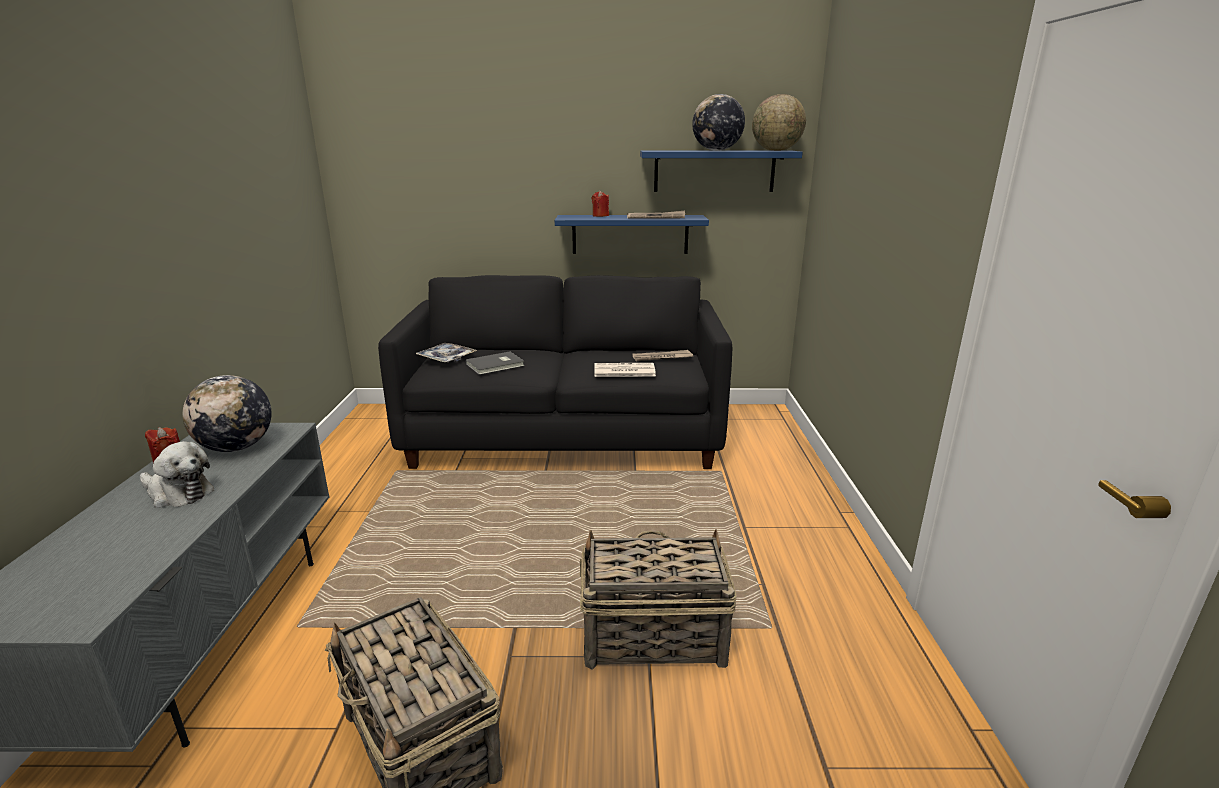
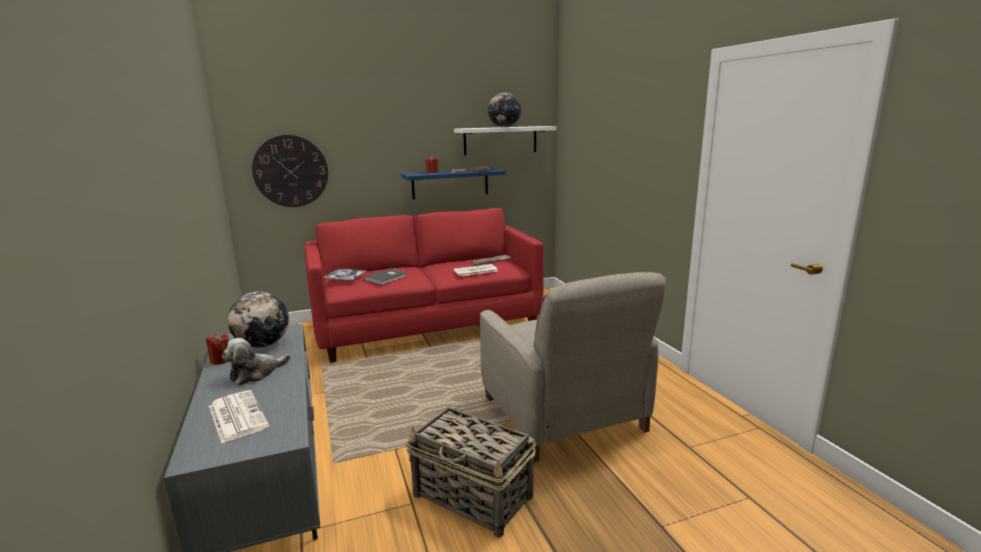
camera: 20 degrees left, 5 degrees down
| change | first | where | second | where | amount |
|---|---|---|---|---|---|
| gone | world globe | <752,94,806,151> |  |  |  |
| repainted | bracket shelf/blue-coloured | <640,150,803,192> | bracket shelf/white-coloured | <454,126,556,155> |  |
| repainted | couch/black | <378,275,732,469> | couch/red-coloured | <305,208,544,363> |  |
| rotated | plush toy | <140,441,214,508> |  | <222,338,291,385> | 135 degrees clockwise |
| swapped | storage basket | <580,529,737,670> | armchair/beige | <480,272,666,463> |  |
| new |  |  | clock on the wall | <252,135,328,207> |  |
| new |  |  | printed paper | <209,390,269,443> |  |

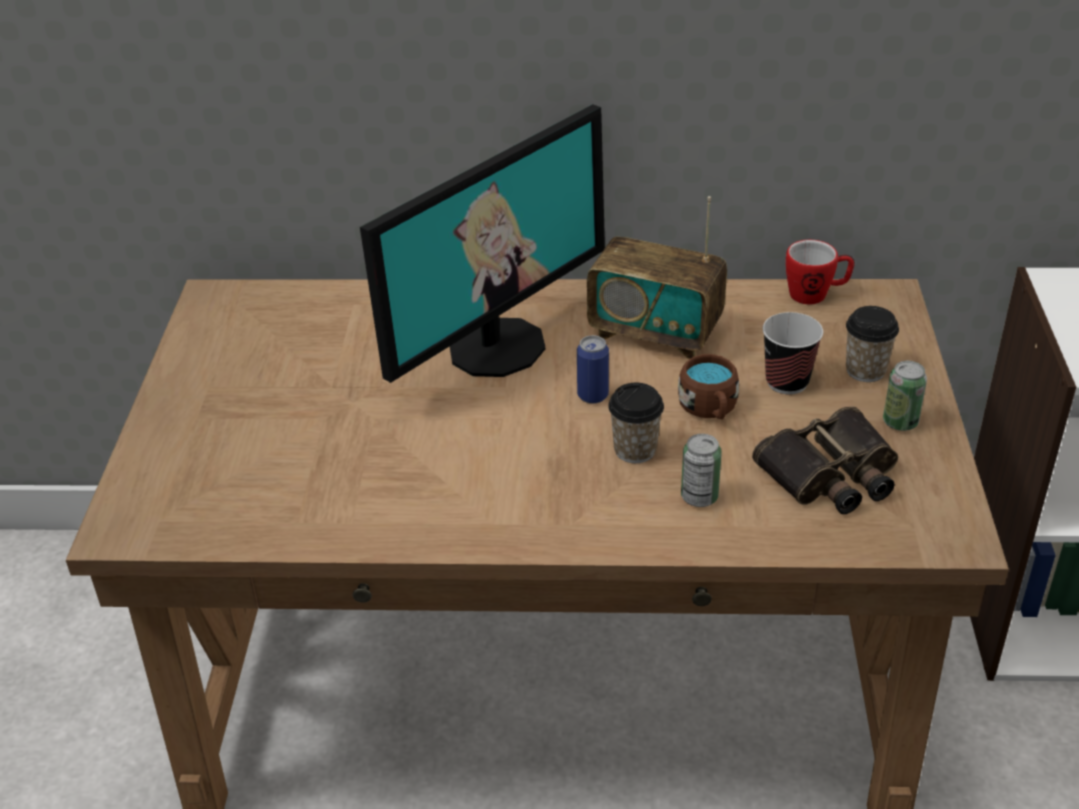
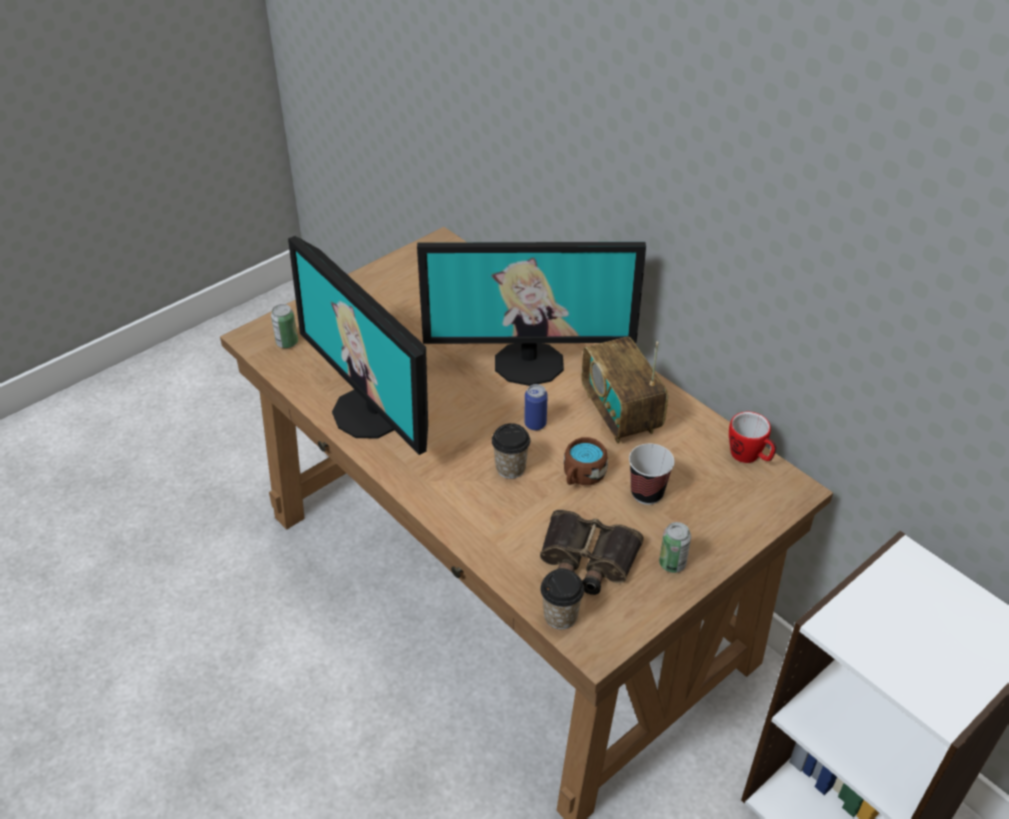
camera: 45 degrees right, 5 degrees up
| change | first | where | second | where | amount |
|---|---|---|---|---|---|
| shifted | small cup | <846,306,899,382> |  | <540,569,584,629> |  |
| shifted | metal can | <681,434,722,507> |  | <271,304,298,348> |  |
| new |  |  | computer display | <288,236,428,455> |  |

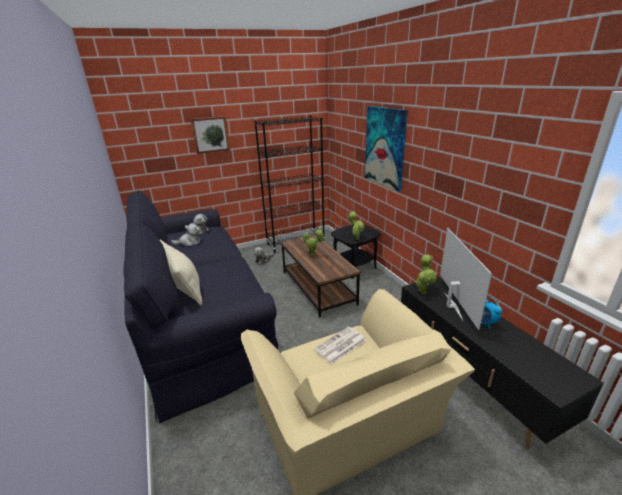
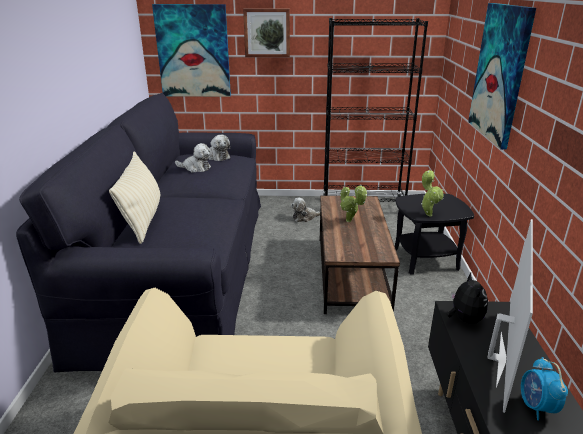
camera: 25 degrees right, 0 degrees up
| change | first | where | second | where | amount |
|---|---|---|---|---|---|
| swapped | plant in a pot | <415,254,437,294> | plush toy | <446,273,488,324> |  |
| gone | printed paper | <314,327,366,364> |  |  |  |
| new |  |  | wall picture | <152,4,231,97> |  |

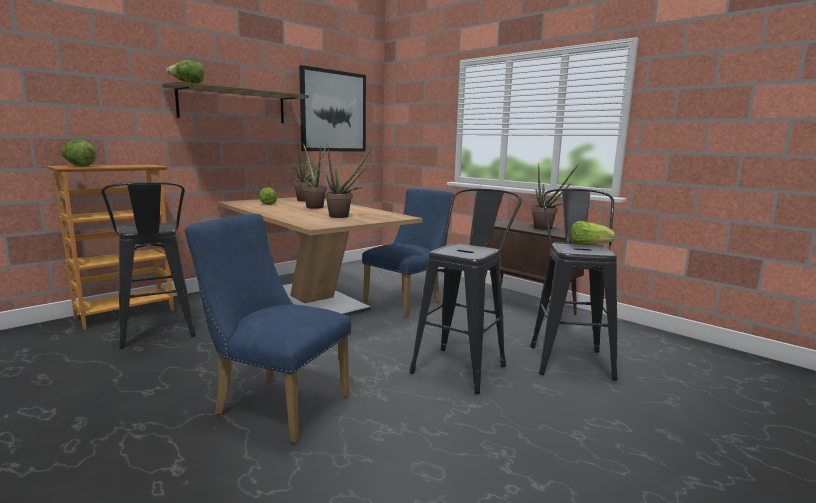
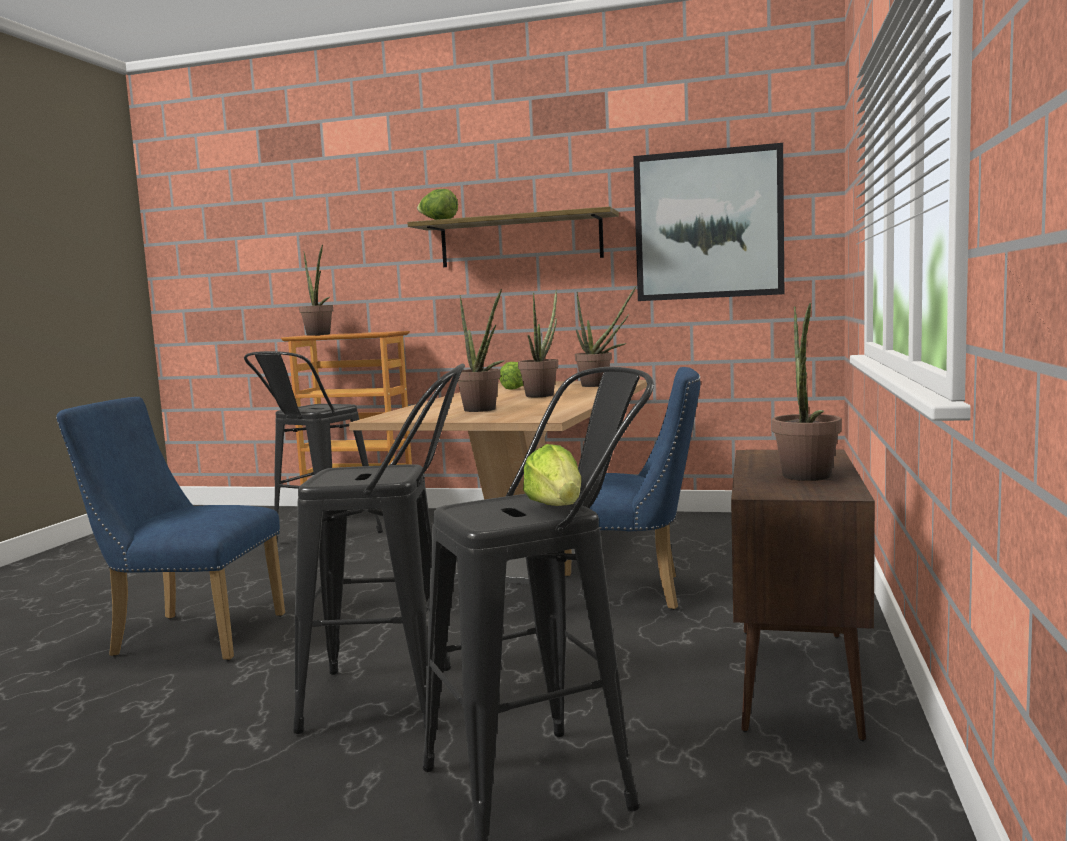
camera: 60 degrees right, 5 degrees down
| change | first | where | second | where | amount |
|---|---|---|---|---|---|
| swapped | head of lettuce | <61,140,96,167> | plant in a pot | <299,244,333,336> |  |
| rotated | upright chair/blue-coloured | <184,214,351,443> |  | <56,397,285,661> | 75 degrees counterclockwise |

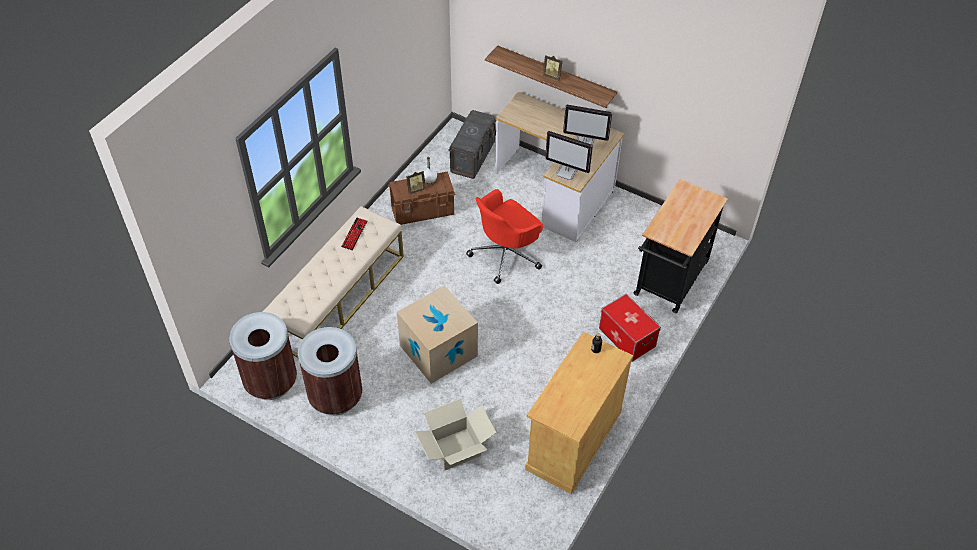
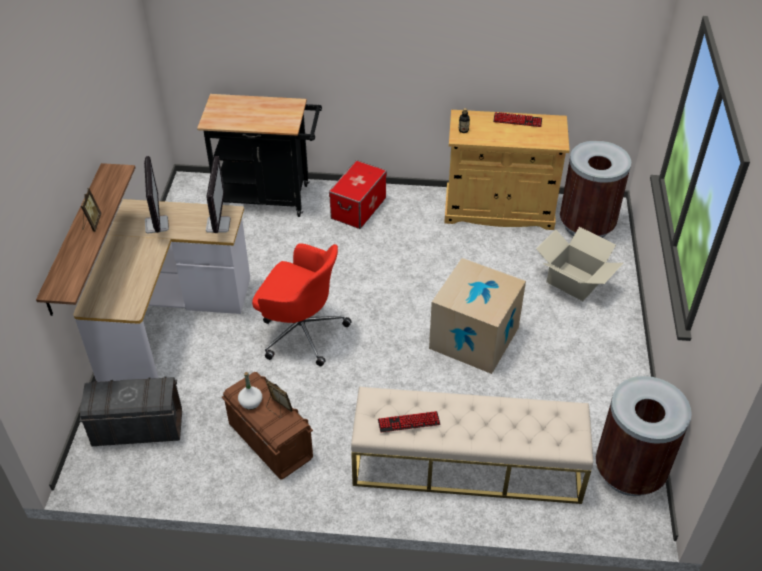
camera: 115 degrees left, 5 degrees down
| change | first | where | second | where | amount |
|---|---|---|---|---|---|
| shifted | rubbish bin/brown-coloured | <298,327,362,416> |  | <560,140,631,238> |  |
| new |  |  | computer keyboard | <493,112,542,127> |  |

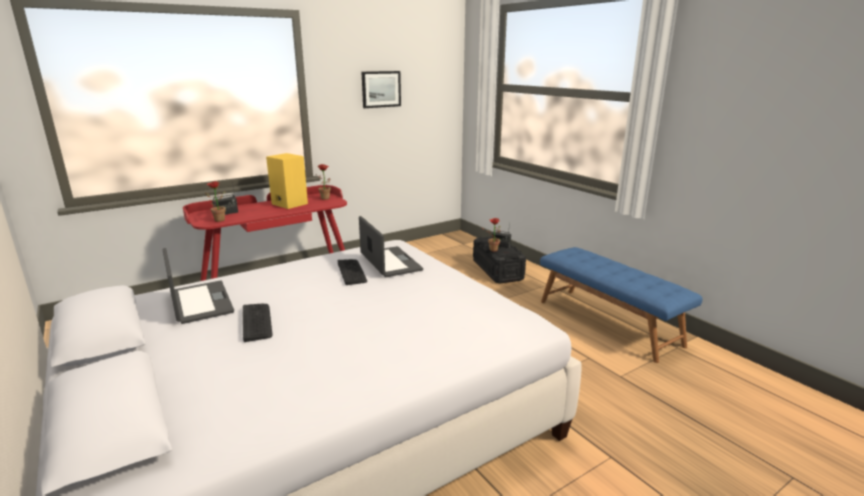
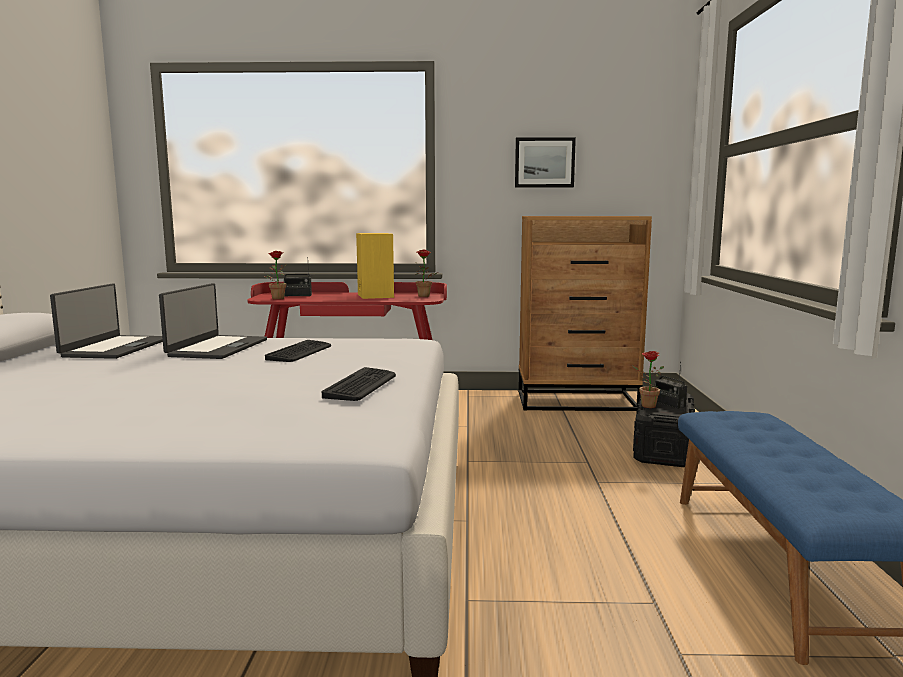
camera: 35 degrees right, 10 degrees down
| change | first | where | second | where | amount |
|---|---|---|---|---|---|
| shifted | portable computer | <359,216,423,277> |  | <159,283,267,359> |  |
| shifted | computer keyboard | <243,304,273,342> |  | <322,367,396,401> |  |
| new |  |  | chest of drawers/brown-coloured | <518,216,652,411> |  |

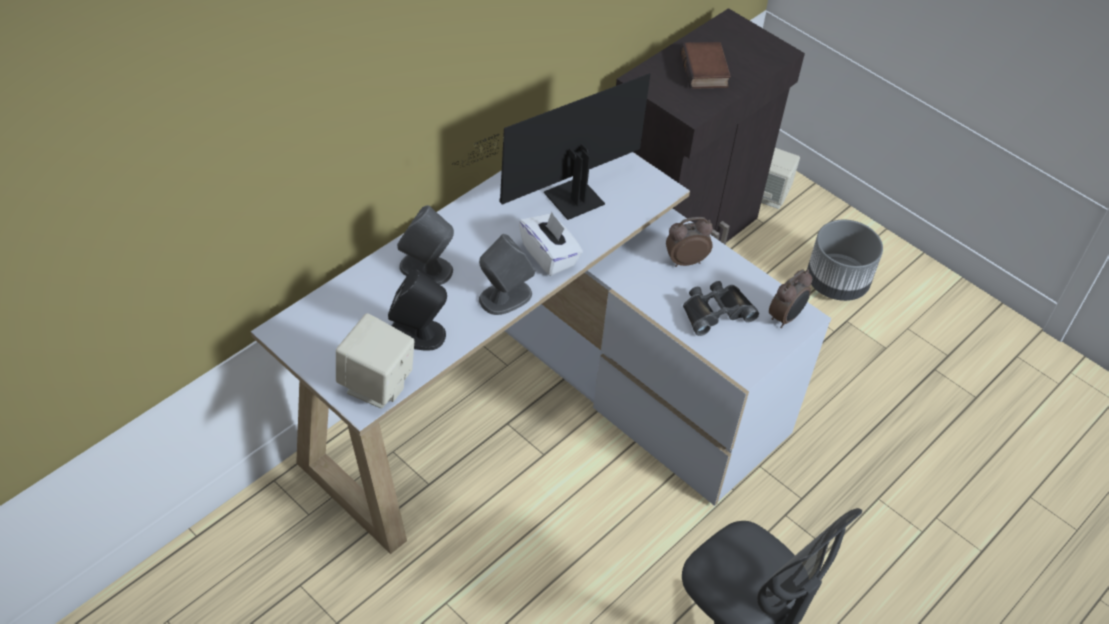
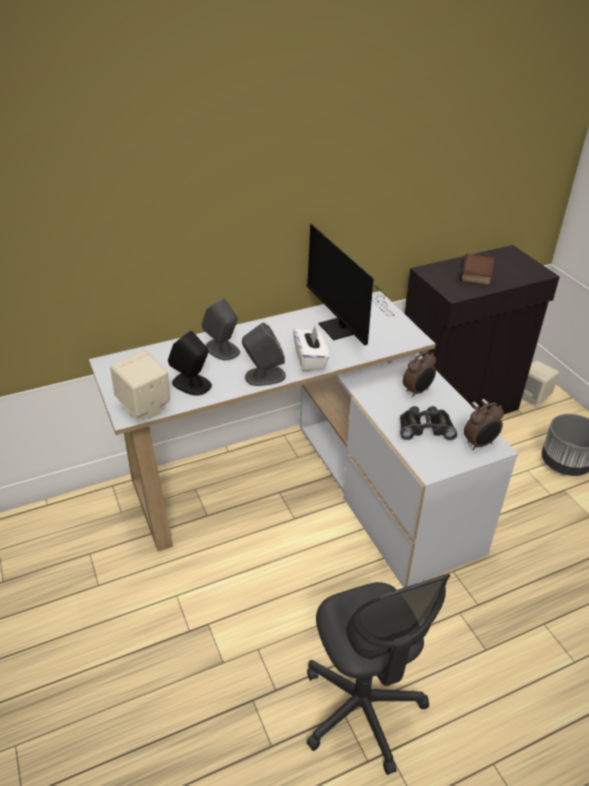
camera: 25 degrees right, 10 degrees down
| change | first | where | second | where | amount |
|---|---|---|---|---|---|
| rotated | computer display | <452,73,650,220> |  | <307,224,394,346> | 105 degrees counterclockwise |
| rotated | alarm clock | <666,217,713,267> |  | <403,351,436,397> | 135 degrees clockwise |

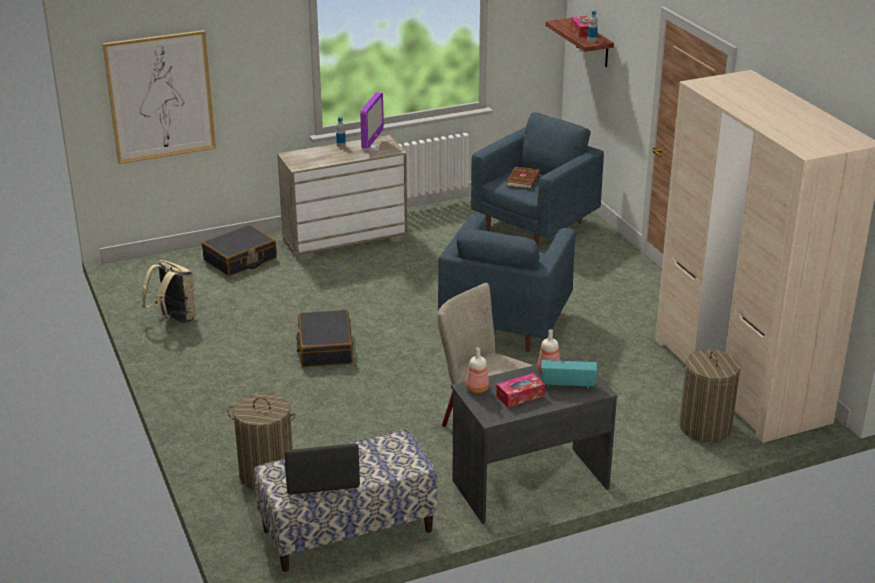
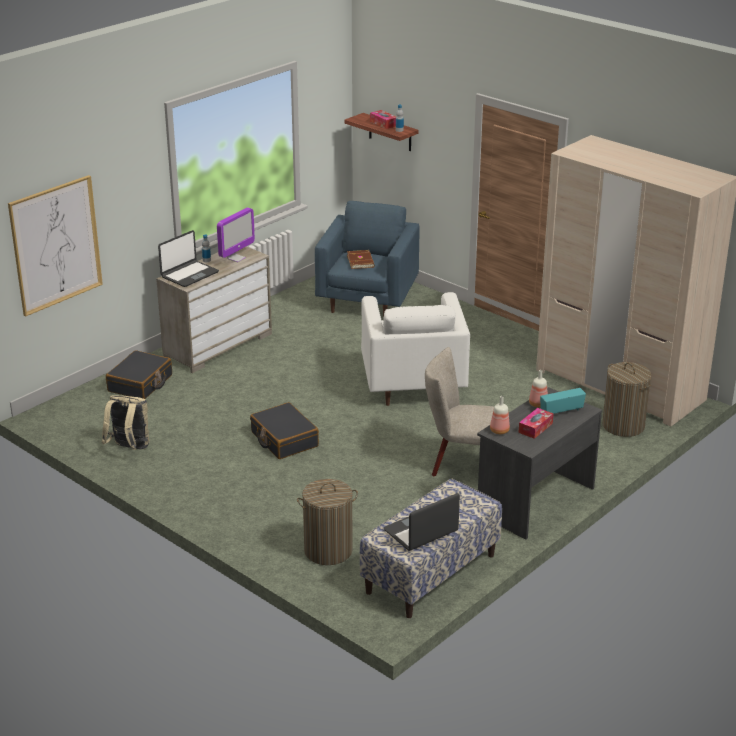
camera: 25 degrees left, 0 degrees up
| change | first | where | second | where | amount |
|---|---|---|---|---|---|
| rotated | computer display | <360,92,384,153> |  | <217,207,255,262> | 45 degrees clockwise |
| repainted | armchair/blue-coloured | <438,214,575,352> | armchair/white-coloured | <361,292,470,406> |  |
| new |  |  | portable computer | <158,230,219,287> |  |

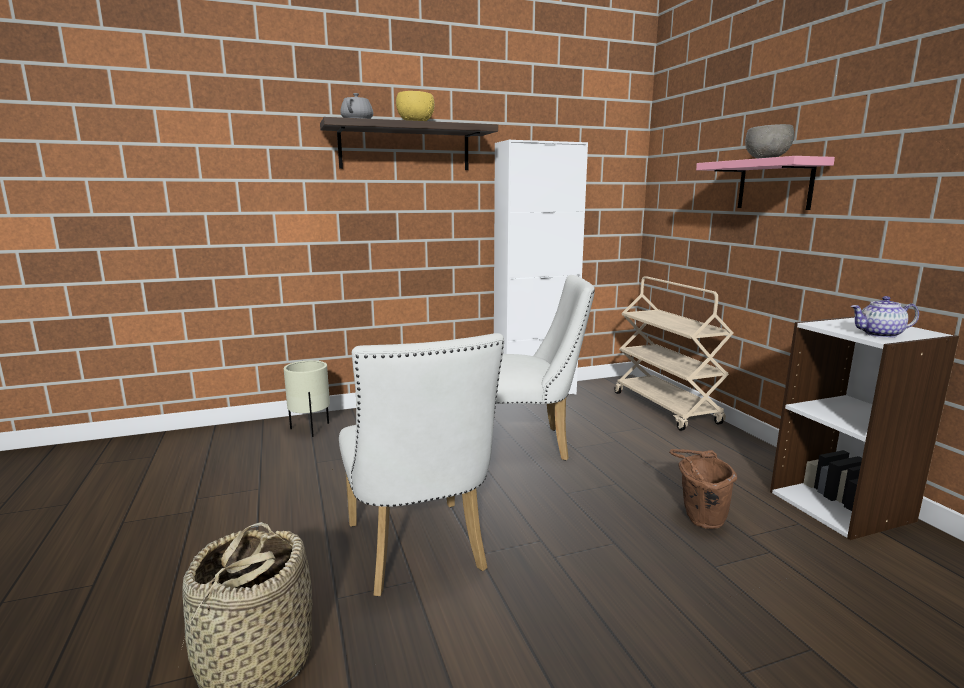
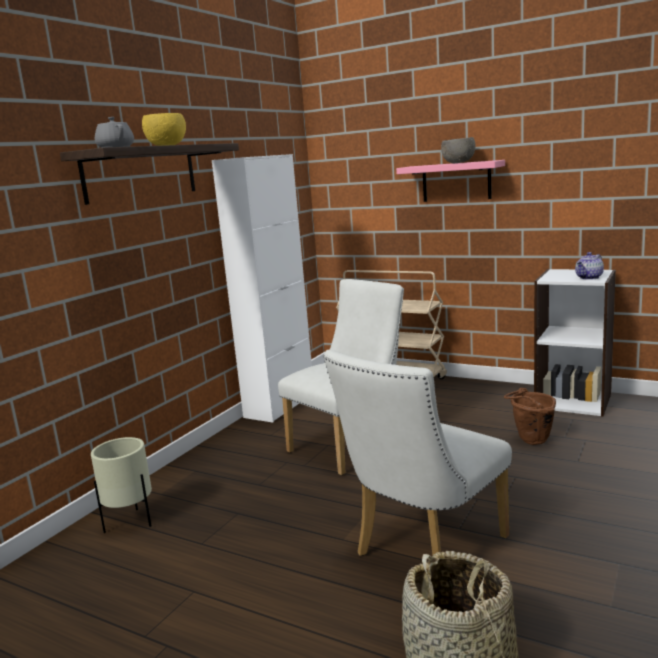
camera: 40 degrees left, 0 degrees up
| change | first | where | second | where | amount |
|---|---|---|---|---|---|
| rotated | upright chair/white-coloured | <339,333,504,596> |  | <324,350,512,556> | 105 degrees clockwise |

